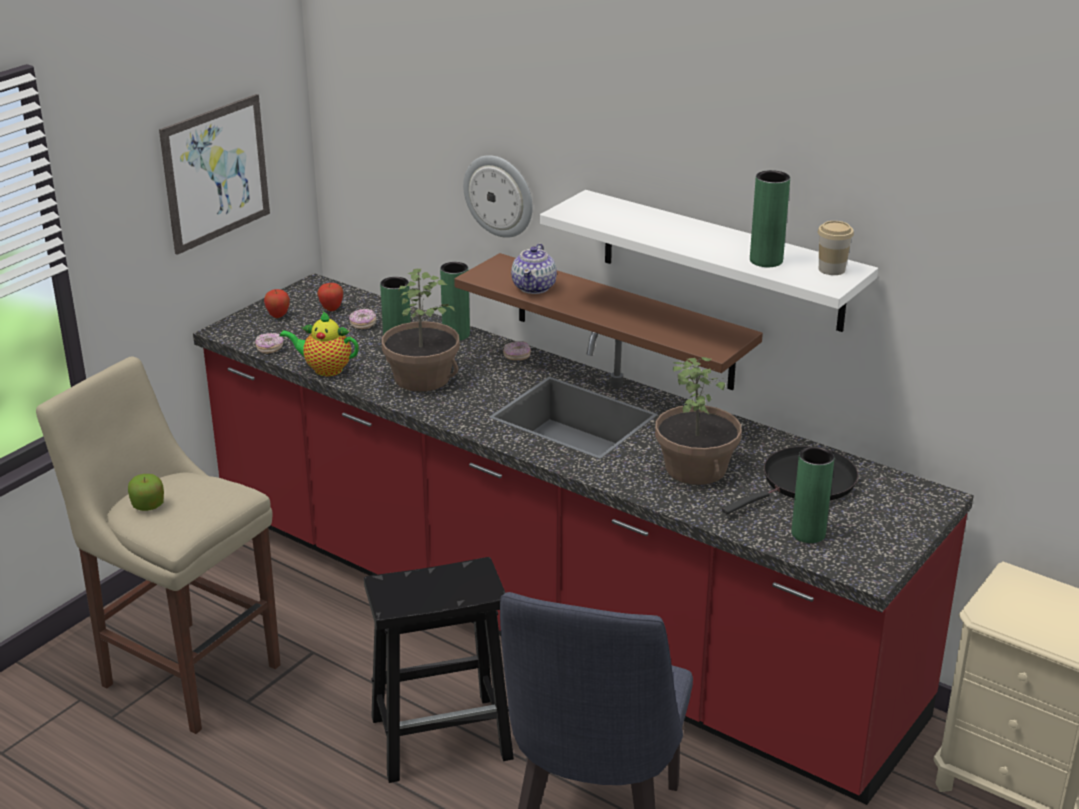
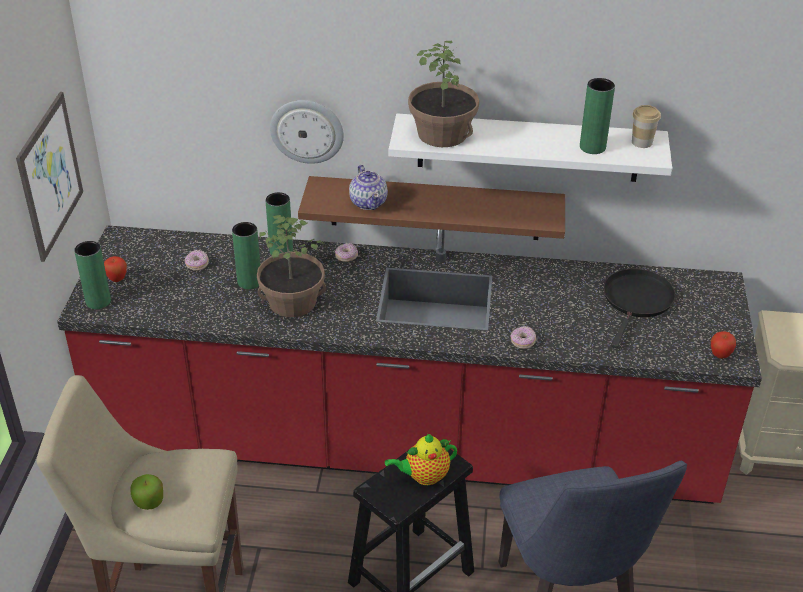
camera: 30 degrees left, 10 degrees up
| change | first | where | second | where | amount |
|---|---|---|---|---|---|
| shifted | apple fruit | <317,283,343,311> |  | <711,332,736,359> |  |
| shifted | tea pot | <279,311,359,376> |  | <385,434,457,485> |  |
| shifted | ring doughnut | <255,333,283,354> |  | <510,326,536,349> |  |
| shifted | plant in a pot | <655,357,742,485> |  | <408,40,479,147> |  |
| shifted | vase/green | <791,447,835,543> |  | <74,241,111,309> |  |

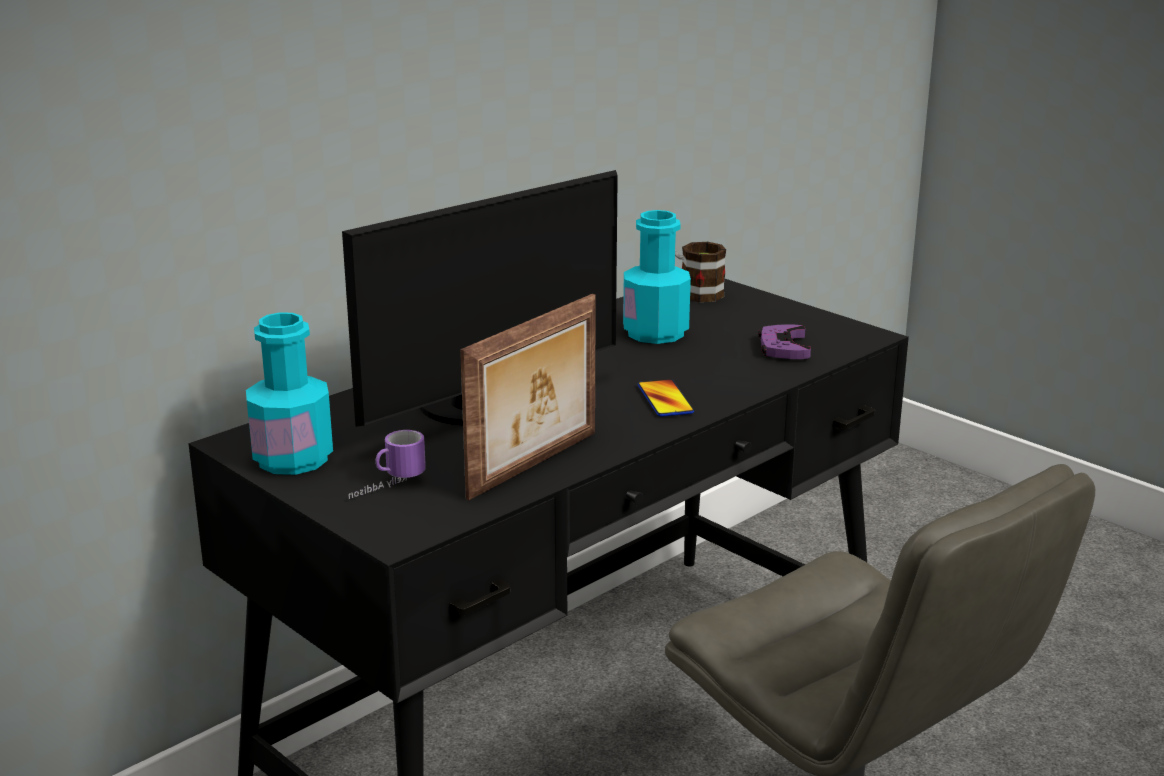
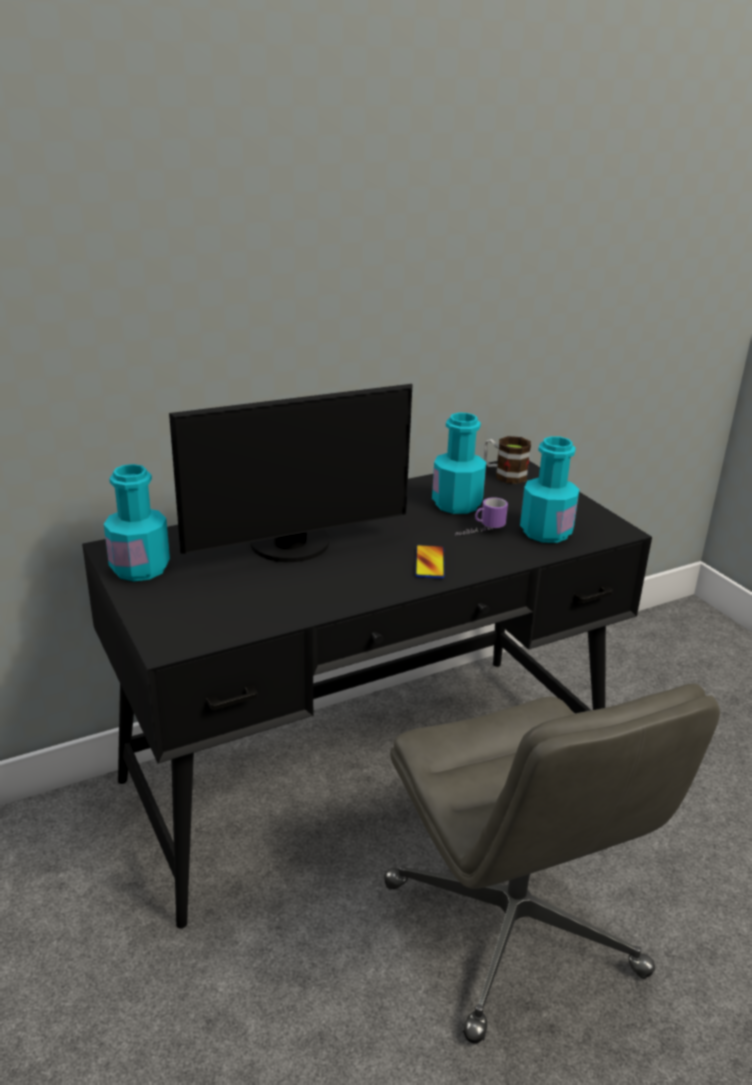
camera: 15 degrees right, 5 degrees up
| change | first | where | second | where | amount |
|---|---|---|---|---|---|
| gone | photo frame | <460,294,596,500> |  |  |  |
| swapped | gamepad/purple | <758,324,811,359> | bottle/turquoise-coloured | <520,436,579,543> |  |
| shifted | tea mug | <349,430,426,499> |  | <455,497,508,536> |  |

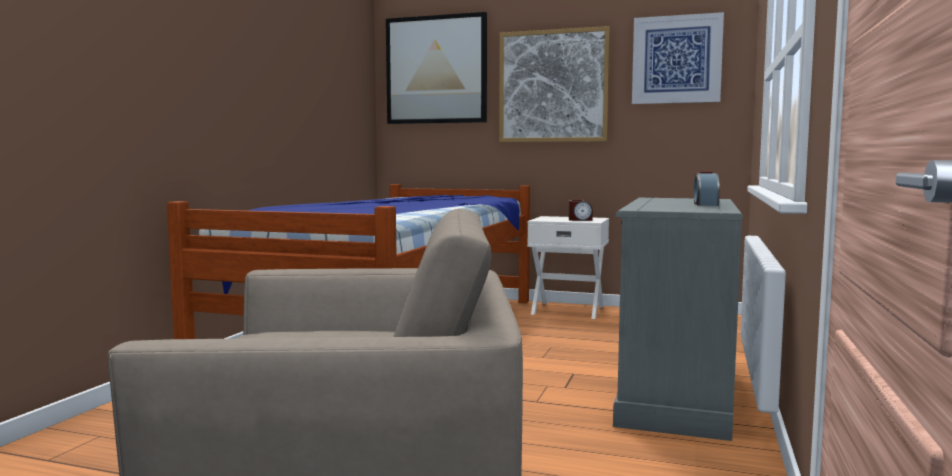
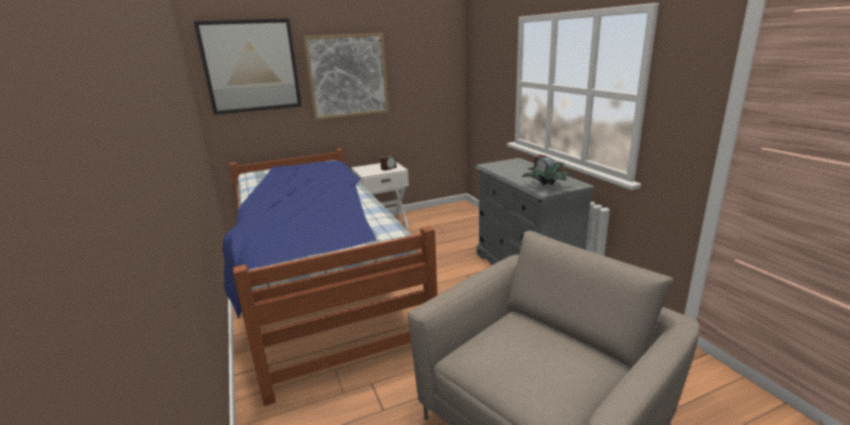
camera: 40 degrees left, 15 degrees up
| change | first | where | second | where | amount |
|---|---|---|---|---|---|
| gone | wall picture | <632,12,724,104> |  |  |  |
| new |  |  | plant in a pot | <522,162,575,186> |  |

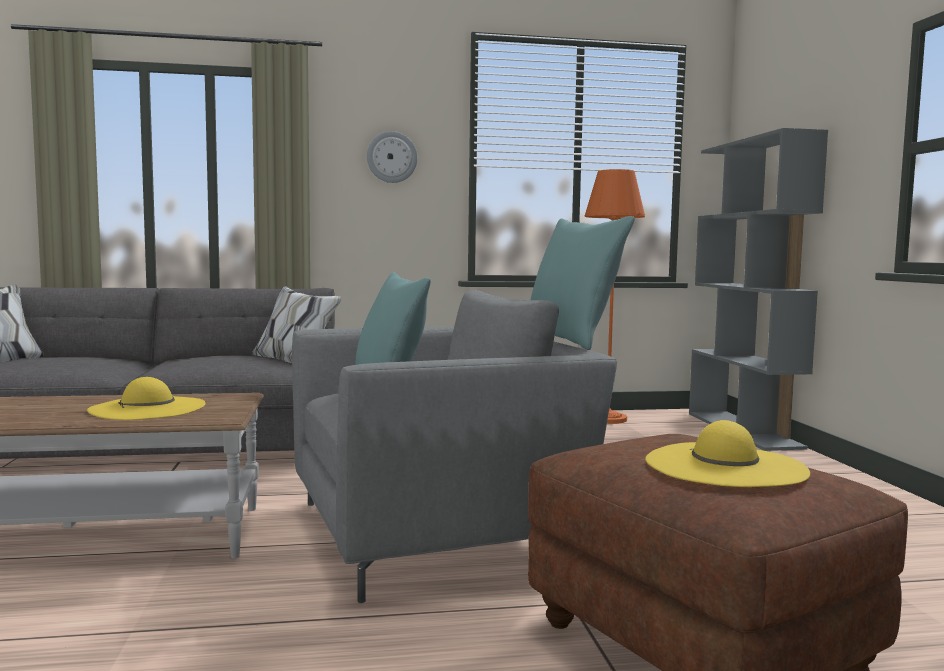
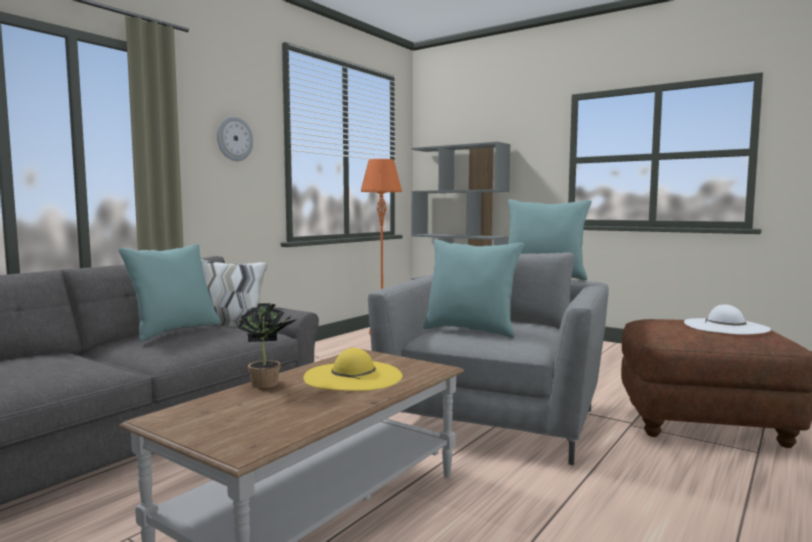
camera: 45 degrees left, 0 degrees up
| change | first | where | second | where | amount |
|---|---|---|---|---|---|
| repainted | hat/yellowish | <645,420,810,487> | hat/white-coloured | <684,304,771,335> |  |
| new |  |  | pillow/turquoise-coloured | <119,244,221,342> |  |
| new |  |  | plant in a pot | <237,303,297,388> |  |

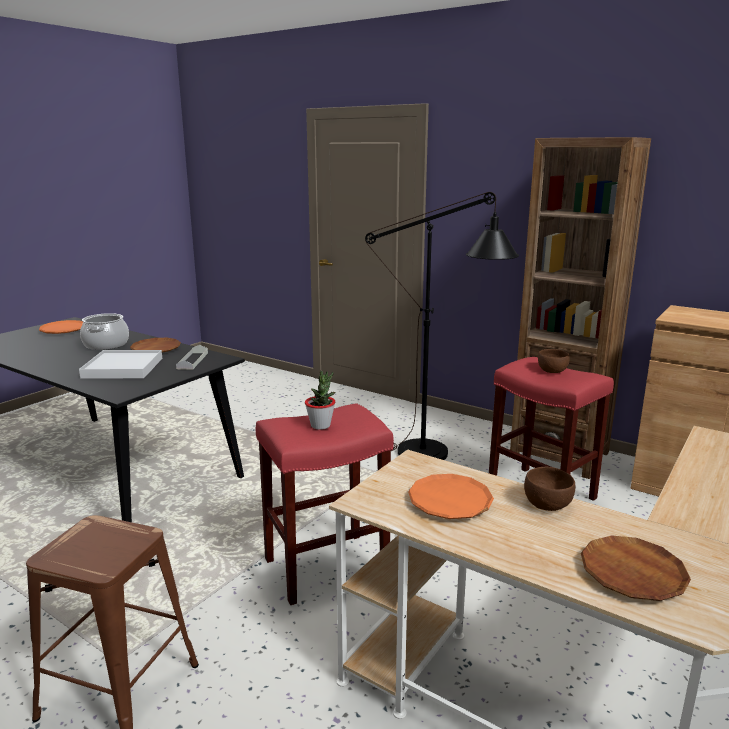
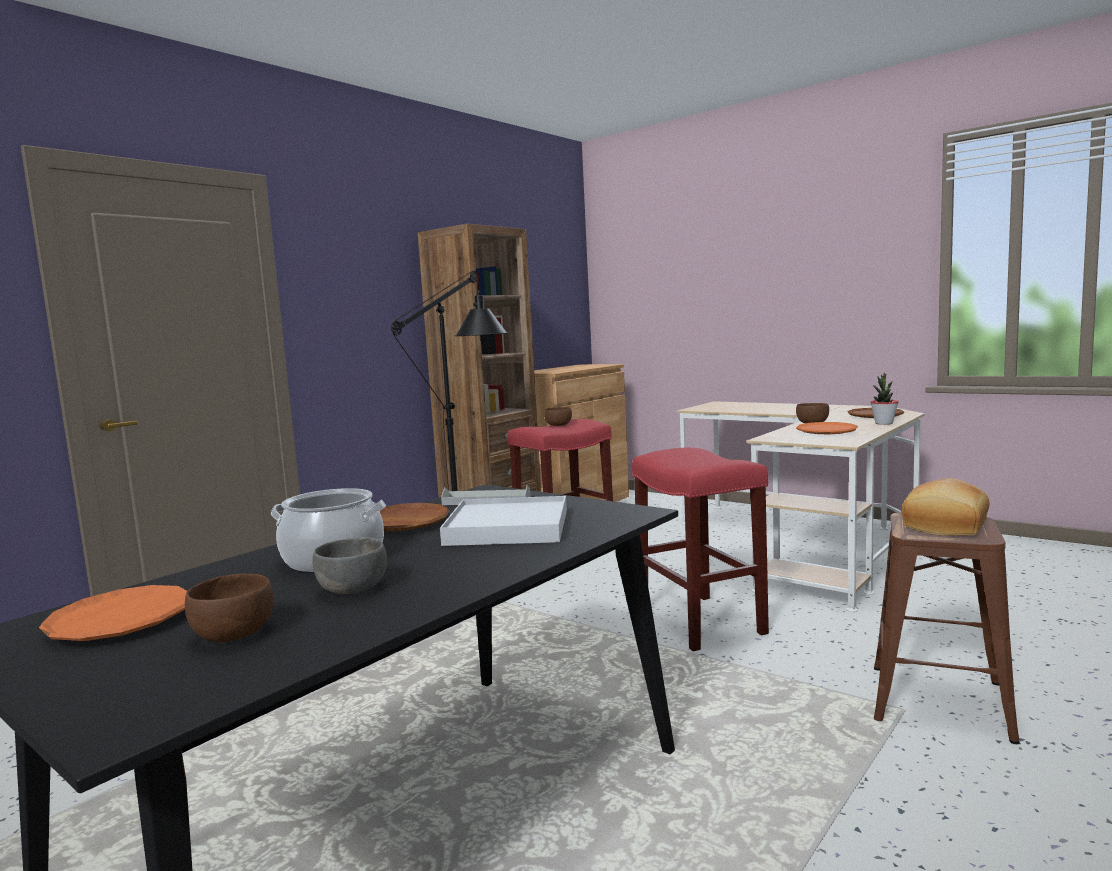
camera: 85 degrees left, 10 degrees down
| change | first | where | second | where | amount |
|---|---|---|---|---|---|
| shifted | plant in a pot | <305,370,336,430> |  | <871,373,898,425> |  |
| new |  |  | bakery bread | <901,478,989,536> |  |
| new |  |  | serving bowl/gray | <312,537,387,594> |  |
| new |  |  | serving bowl/brown-coloured | <185,574,274,643> |  |

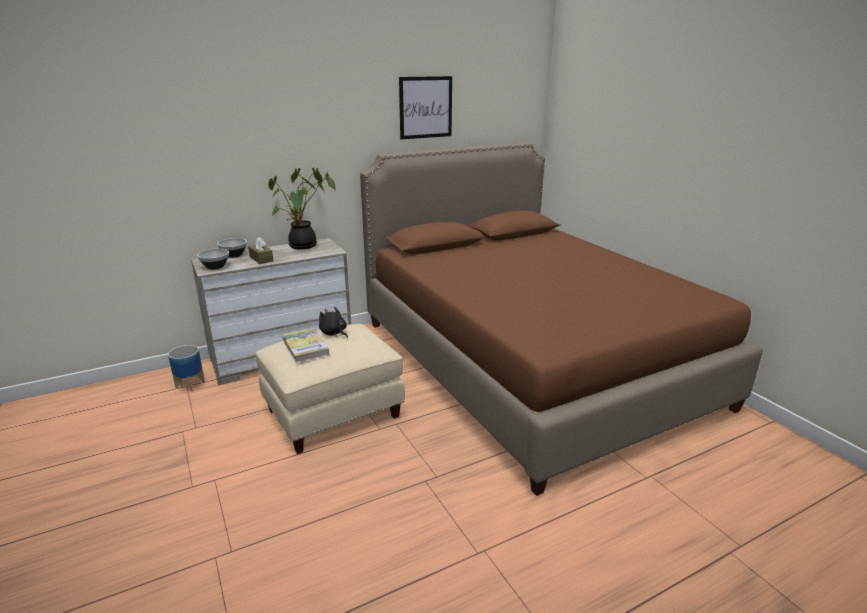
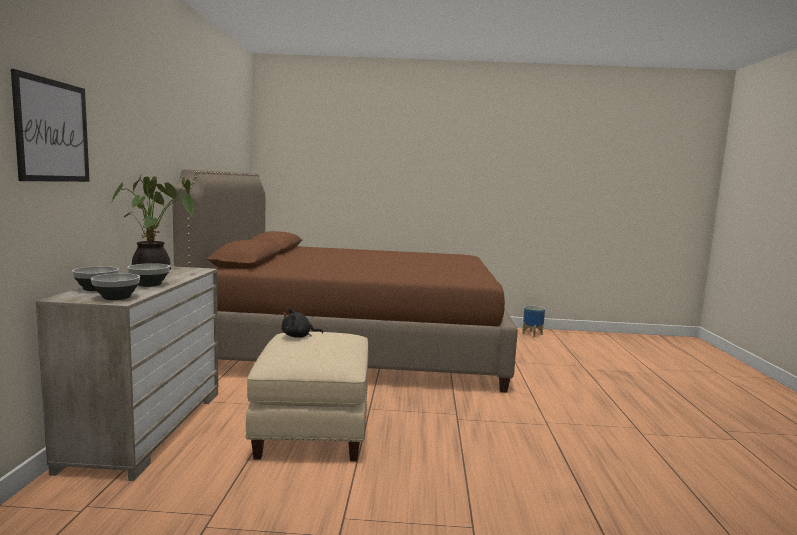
camera: 60 degrees left, 15 degrees down
| change | first | where | second | where | amount |
|---|---|---|---|---|---|
| shifted | wall picture | <399,76,452,139> |  | <11,69,90,182> |  |
| swapped | tissue holder/brown-coloured | <248,237,273,264> | serving bowl | <127,263,170,287> |  |
| gone | bound book | <282,328,329,362> |  |  |  |
| shifted | planter | <168,345,205,391> |  | <522,305,545,337> |  |

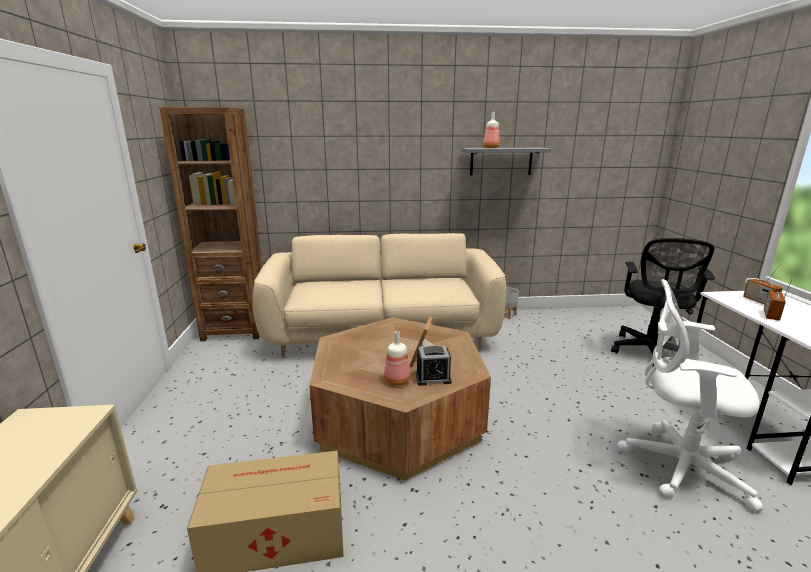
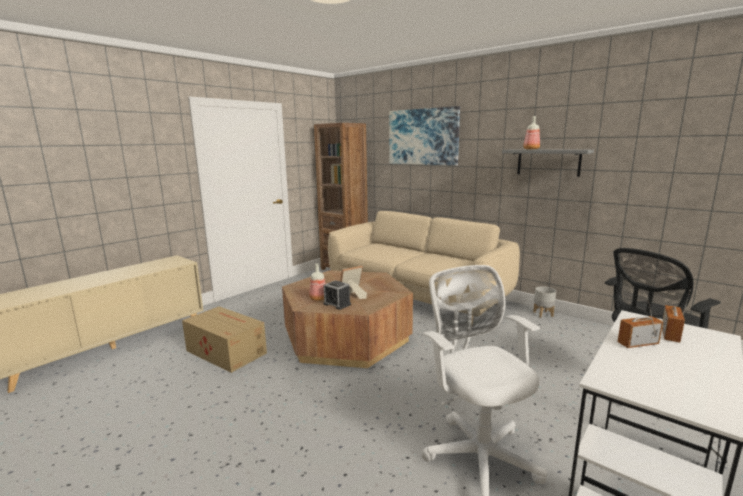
camera: 45 degrees right, 5 degrees down
| change | first | where | second | where | amount |
|---|---|---|---|---|---|
| new |  |  | wall picture | <389,106,460,166> |  |

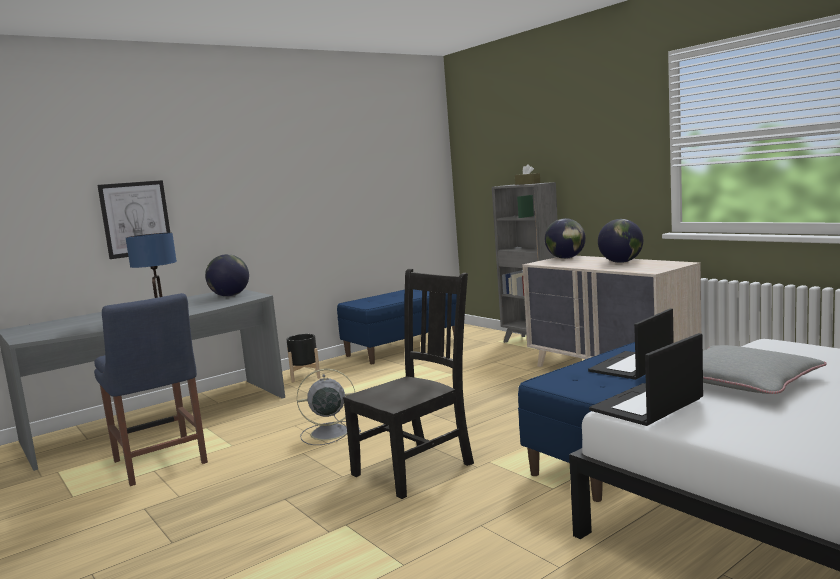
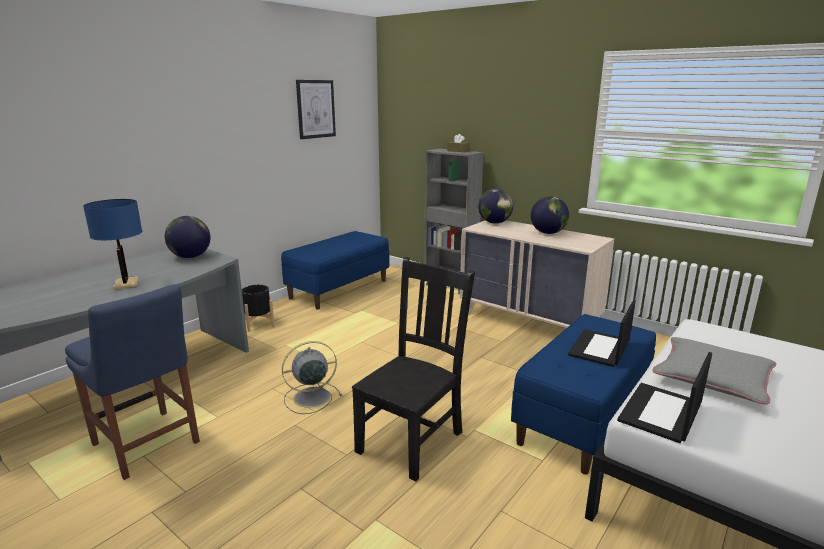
camera: 15 degrees left, 10 degrees up
| change | first | where | second | where | amount |
|---|---|---|---|---|---|
| shifted | wall picture | <97,180,170,259> |  | <296,80,336,139> |  |

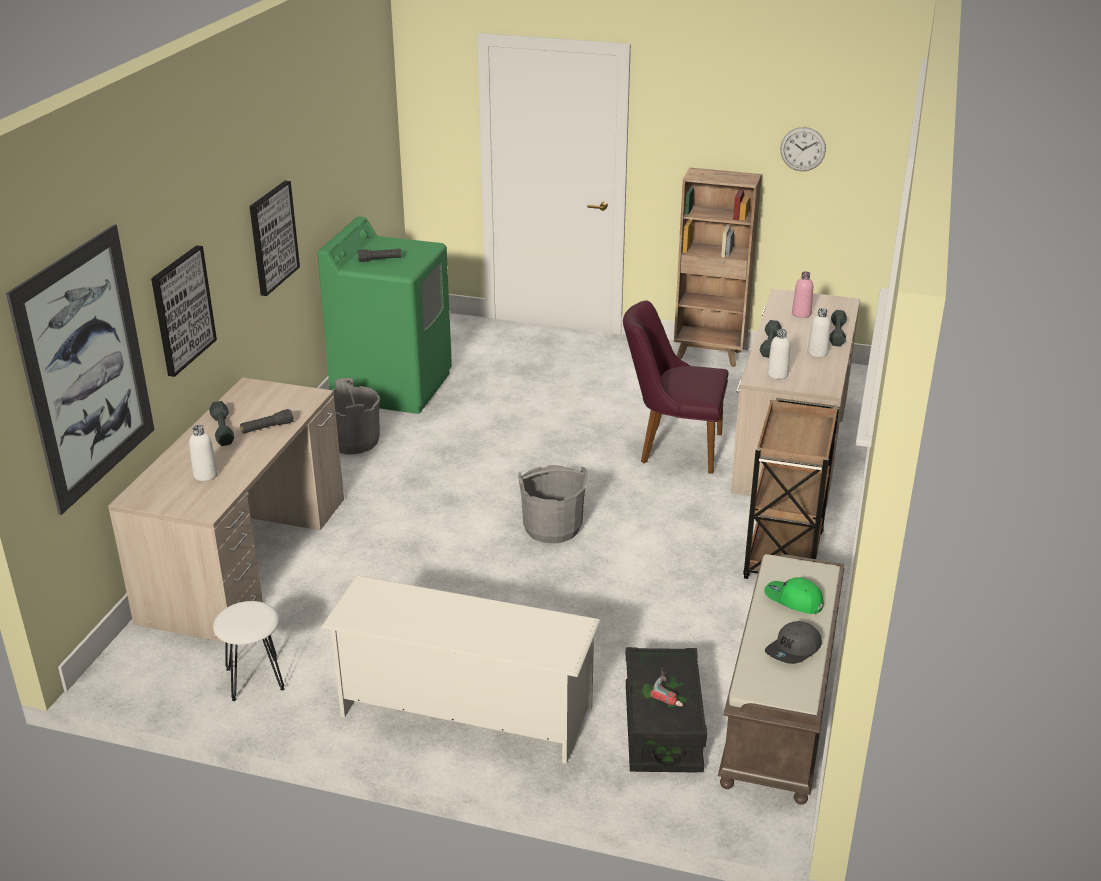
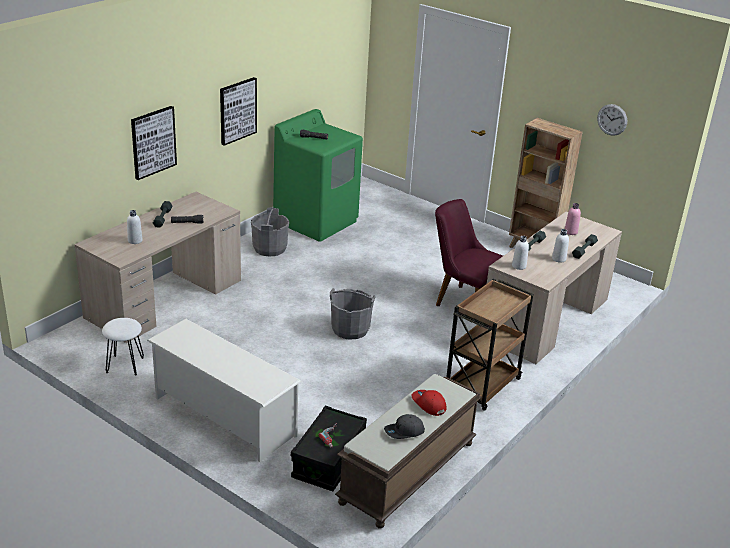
camera: 20 degrees right, 0 degrees up
| change | first | where | second | where | amount |
|---|---|---|---|---|---|
| gone | wall picture | <6,225,155,515> |  |  |  |
| repainted | peaked cap/green | <764,577,824,614> | peaked cap/red-coloured | <411,390,446,416> |  |

